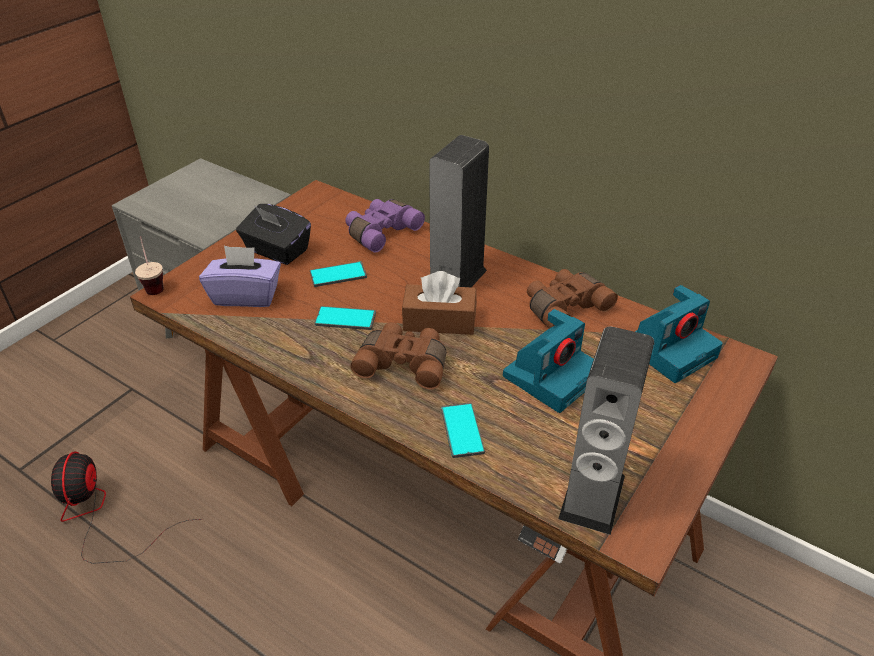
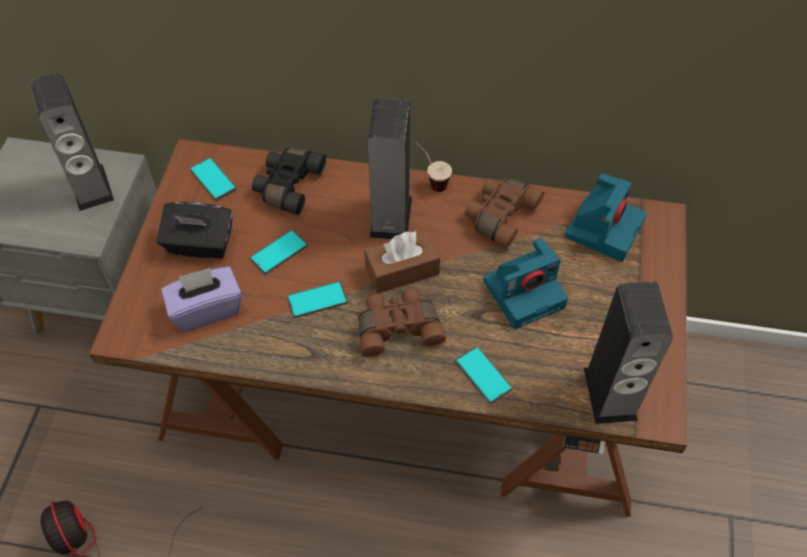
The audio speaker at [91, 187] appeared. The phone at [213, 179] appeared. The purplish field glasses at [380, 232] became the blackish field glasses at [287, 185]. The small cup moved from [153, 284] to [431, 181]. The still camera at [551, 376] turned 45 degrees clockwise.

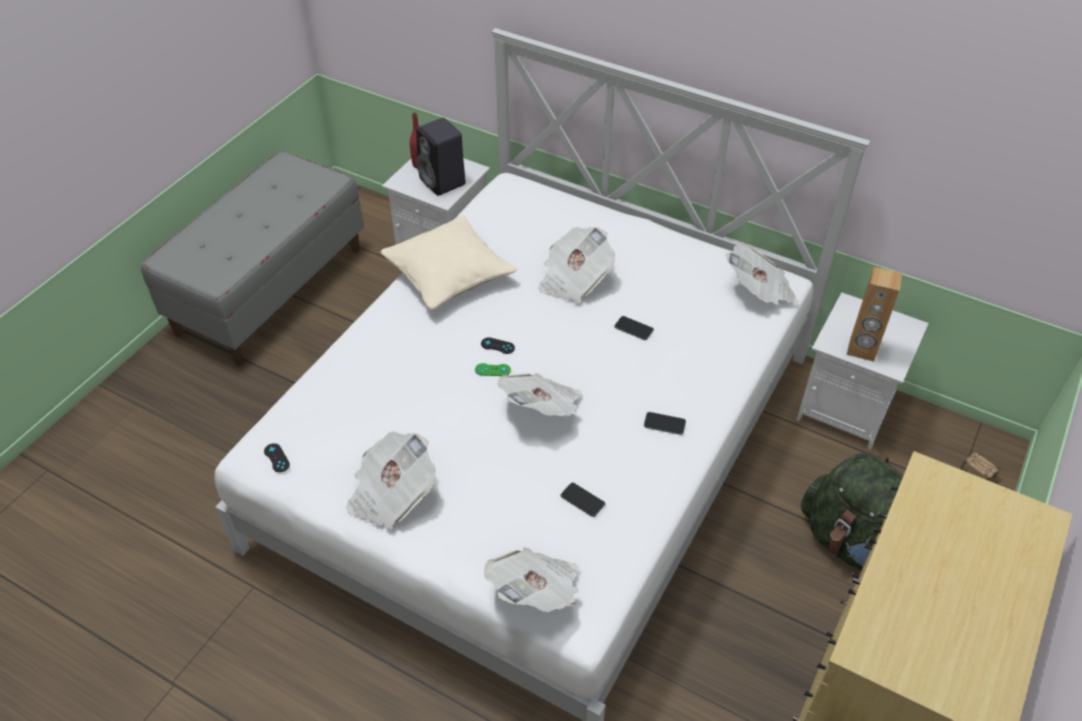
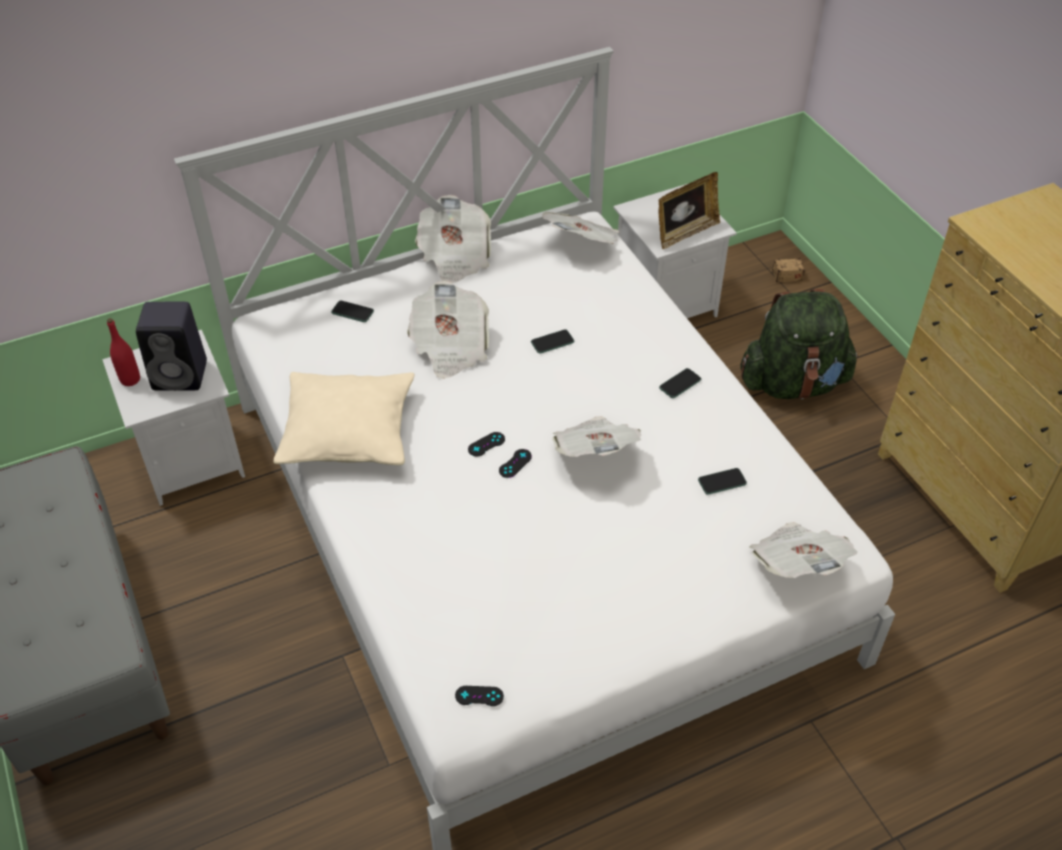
The phone at [352, 312] appeared. The newspaper moved from [391, 494] to [455, 257]. The greenish gamepad at [492, 370] became the blackish gamepad at [515, 463]. The brown audio speaker at [862, 350] was replaced by the photo frame at [685, 233].

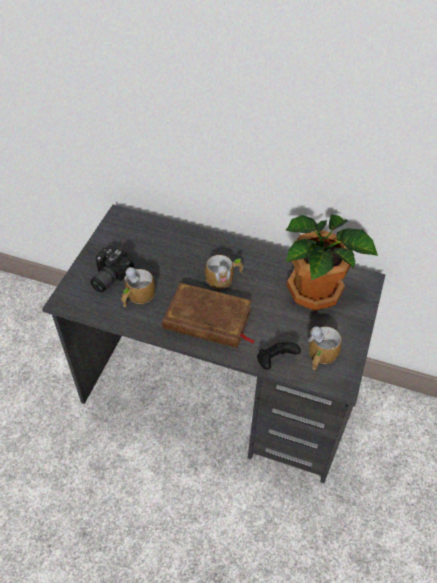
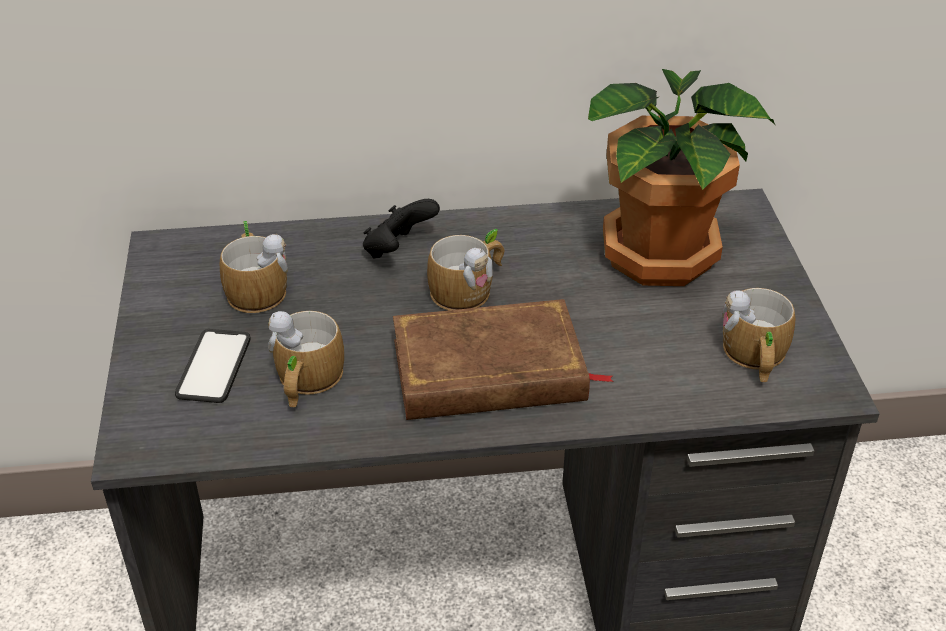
The still camera at [108, 277] was replaced by the phone at [214, 367]. The mug at [257, 287] appeared. The blackish gamepad moved from [275, 361] to [398, 250].

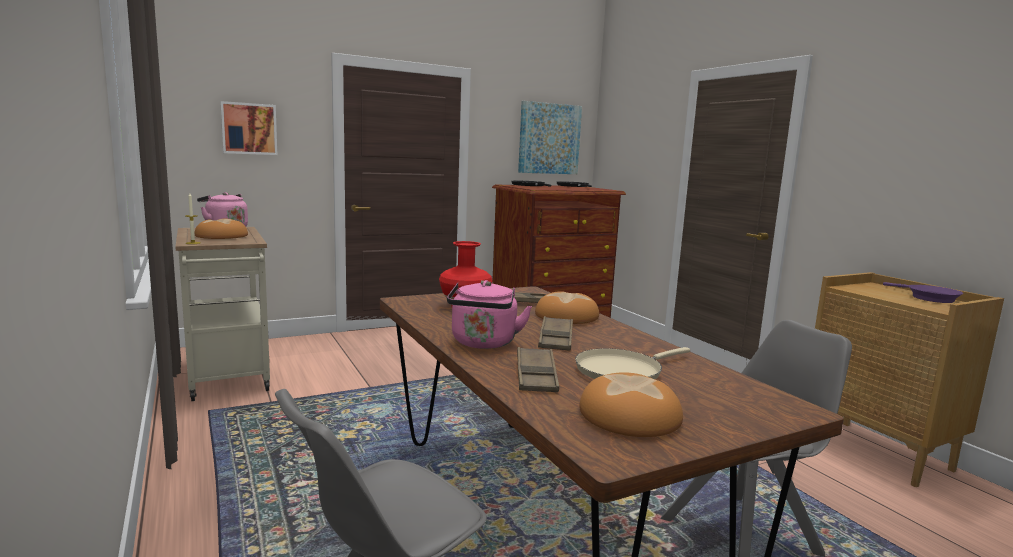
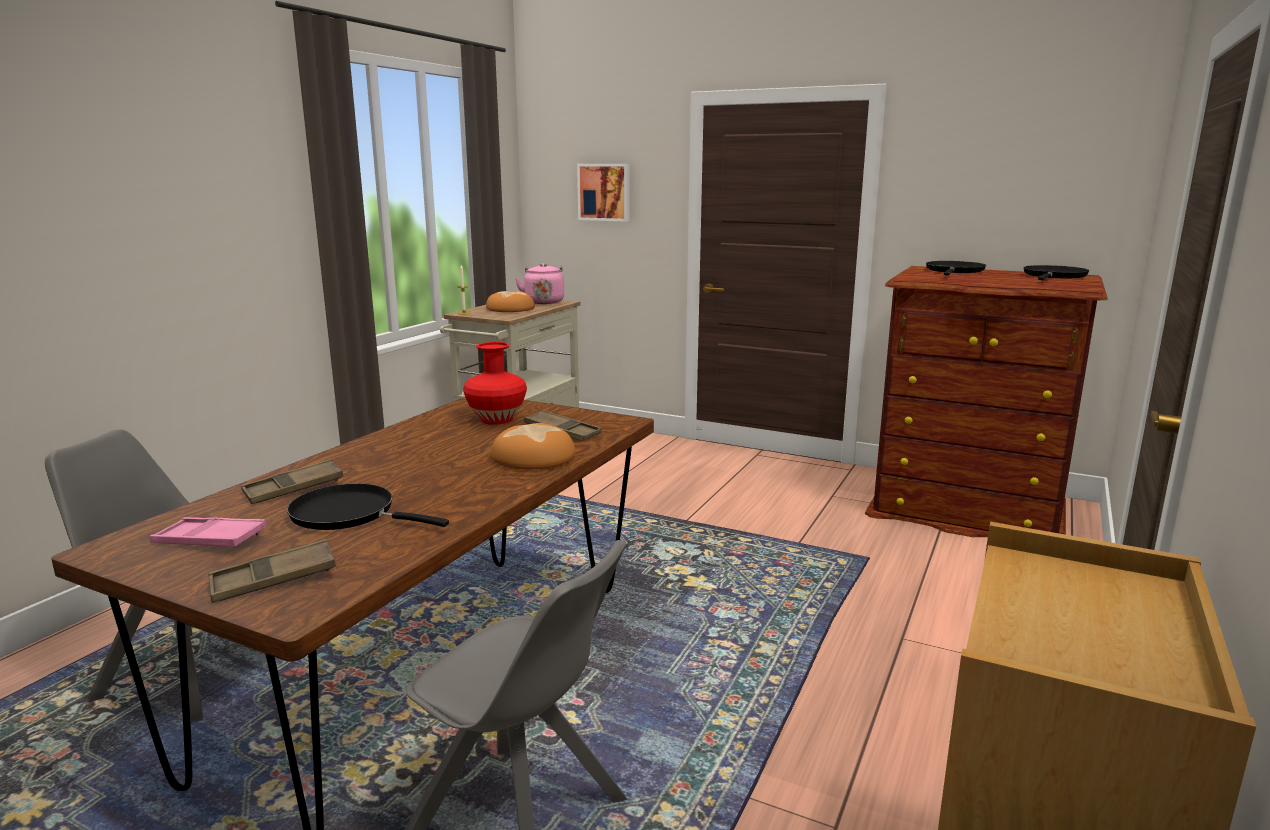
The bread at [630, 416] was replaced by the pinkish carrying tray at [210, 540]. The brown carrying tray moved from [556, 339] to [274, 579]. The sand-coloured skillet at [622, 370] became the blackish skillet at [349, 514]. The pinkish water kettle at [483, 343] disappeared. The picture at [549, 139] disappeared. The purplish skillet at [928, 298] disappeared.

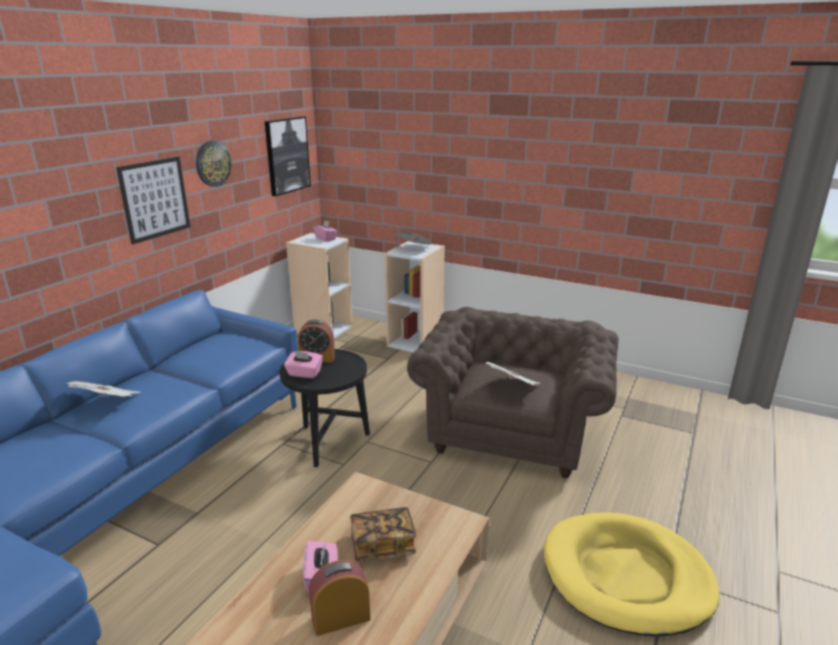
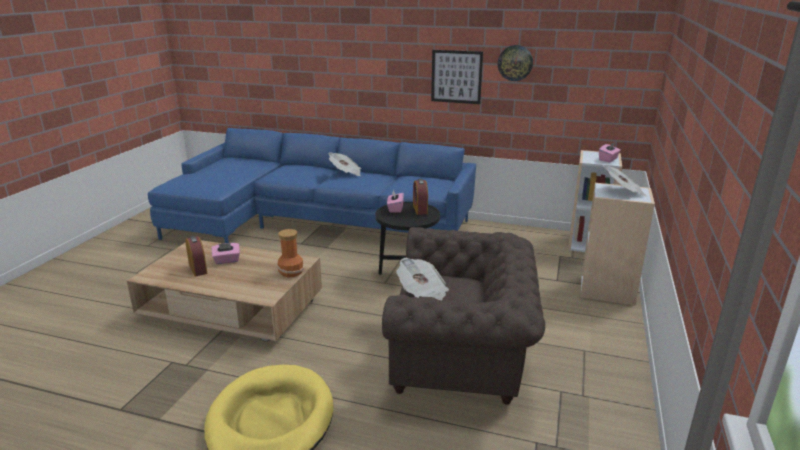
The flower vase at [290, 272] appeared. The picture at [287, 155] disappeared. The book at [382, 545] disappeared.

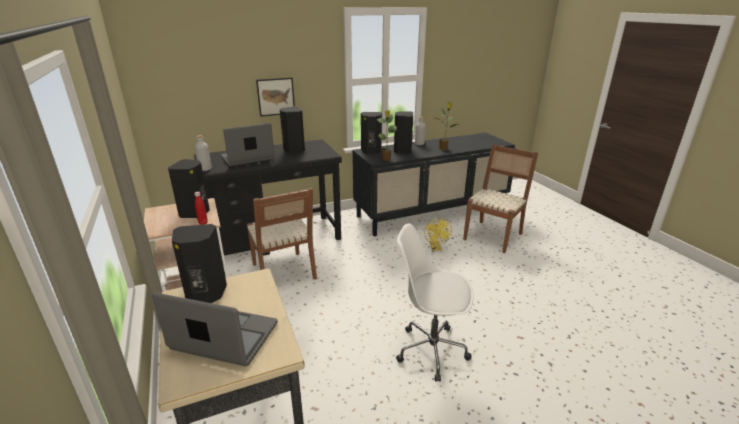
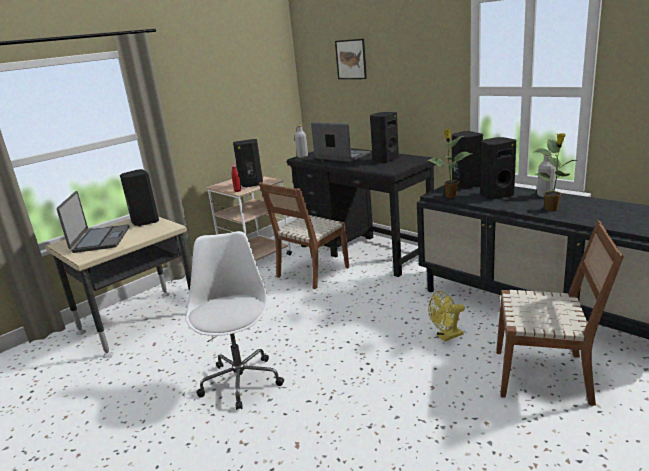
The picture moved from [276, 96] to [351, 59].

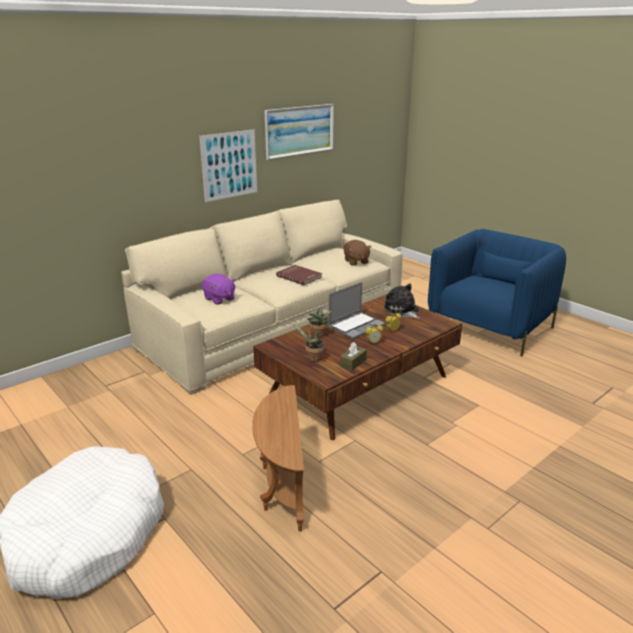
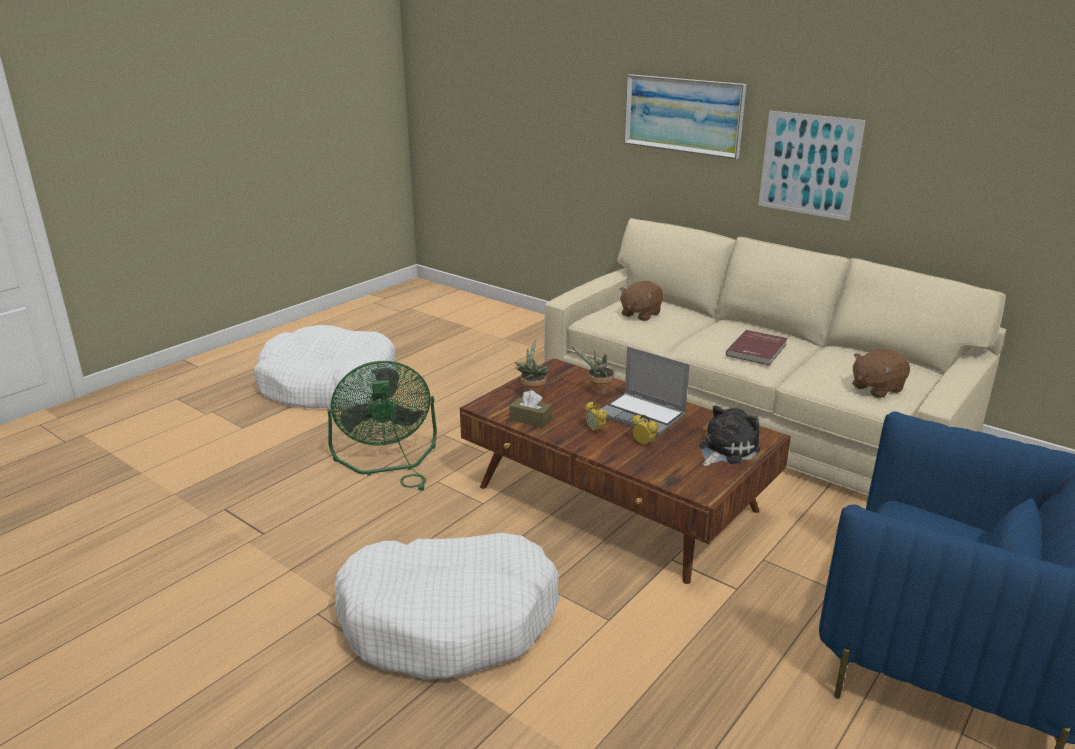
The brown accent table at [282, 487] was replaced by the greenish fan at [391, 463]. The whitish pet bed at [450, 619] appeared. The purplish cuddly toy at [219, 299] became the brown cuddly toy at [640, 314]. The picture moved from [299, 130] to [683, 115].

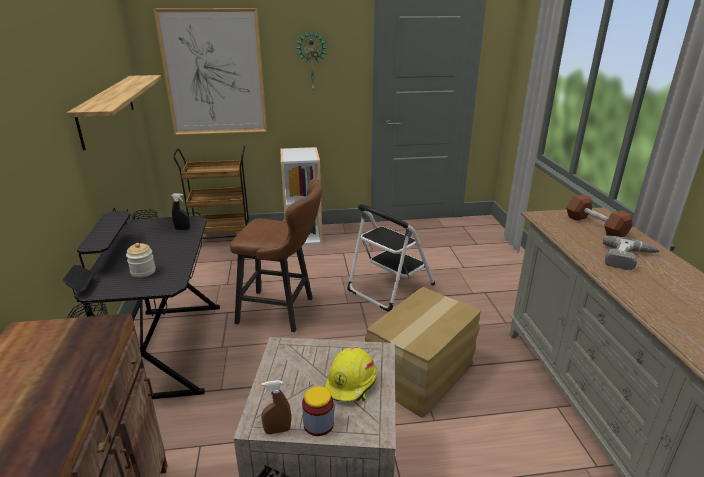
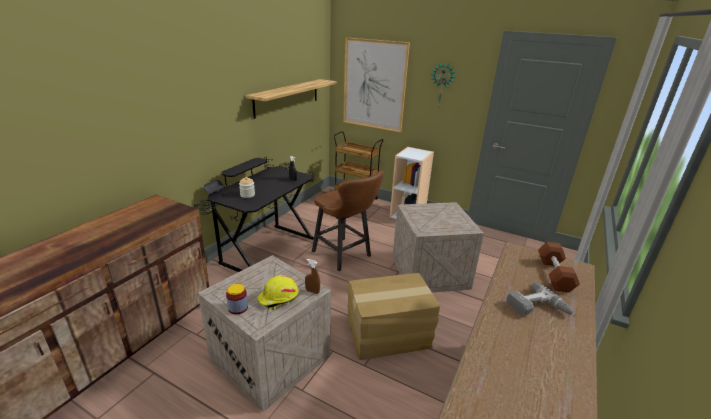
The brown sprayer moved from [277, 430] to [312, 291]. The stepladder at [389, 288] was replaced by the packing crate at [428, 271].

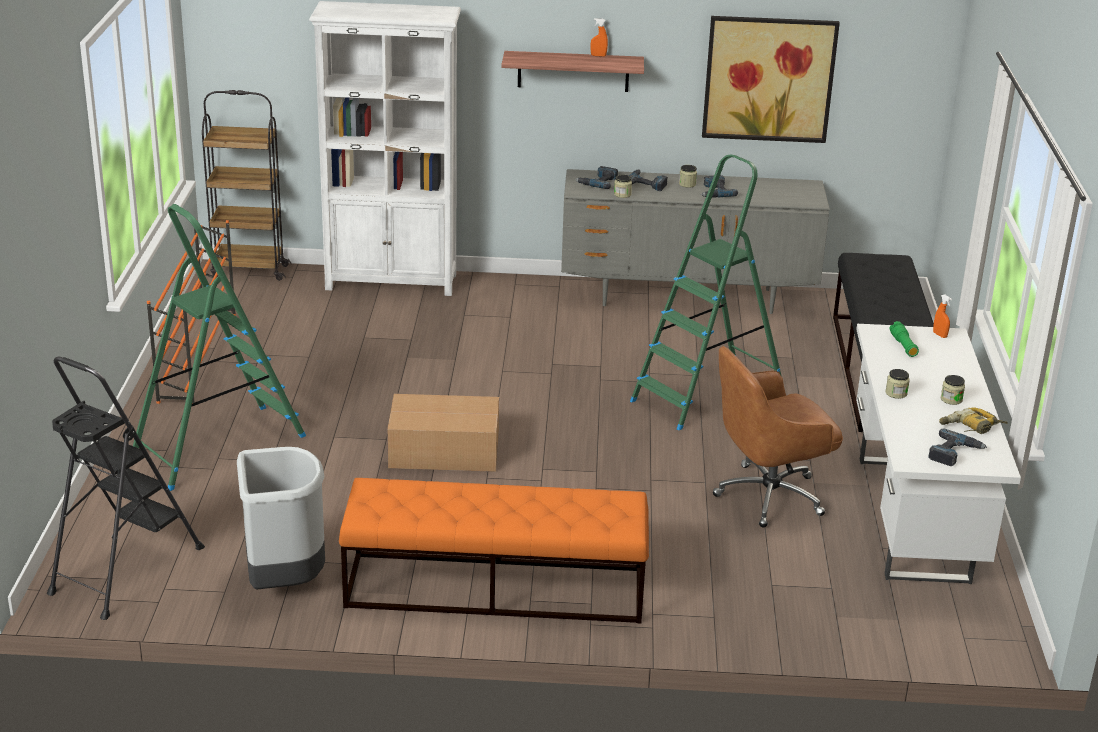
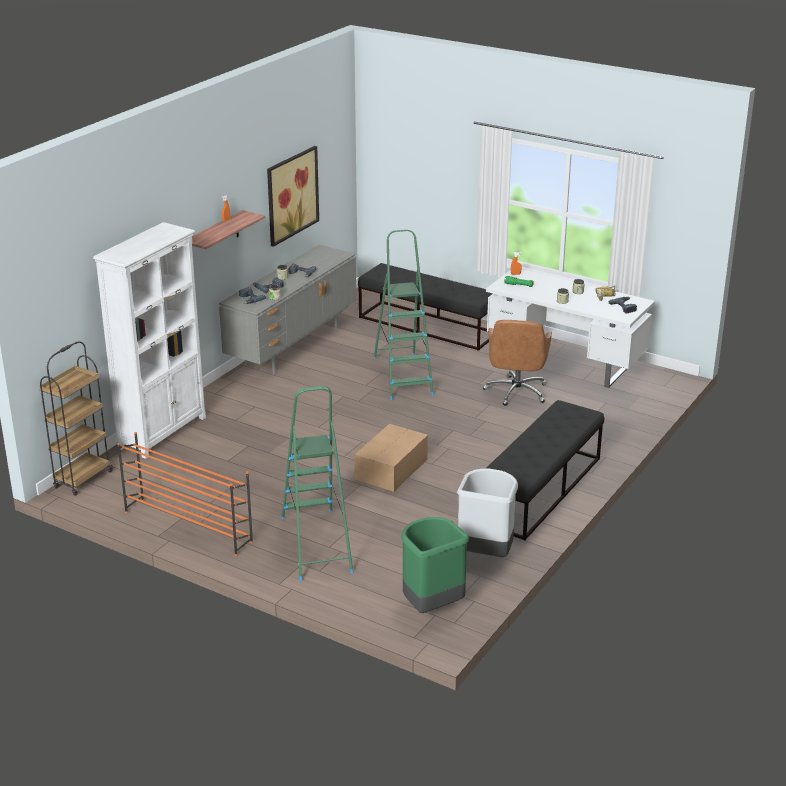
The stepladder at [125, 570] was replaced by the greenish trash can at [431, 606]. The orangey long seat at [494, 588] became the blackish long seat at [540, 490].

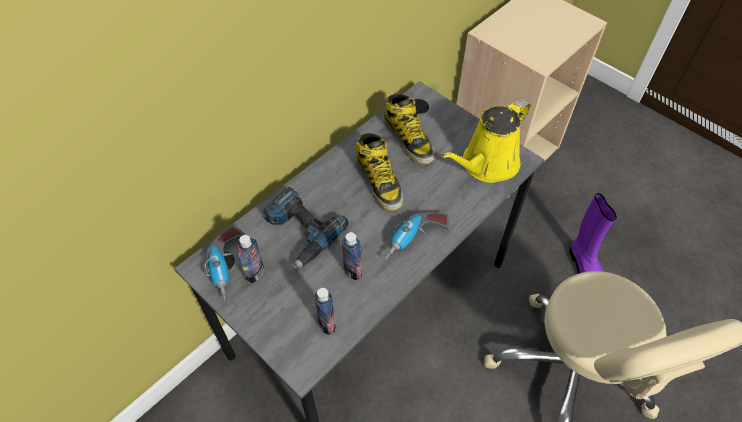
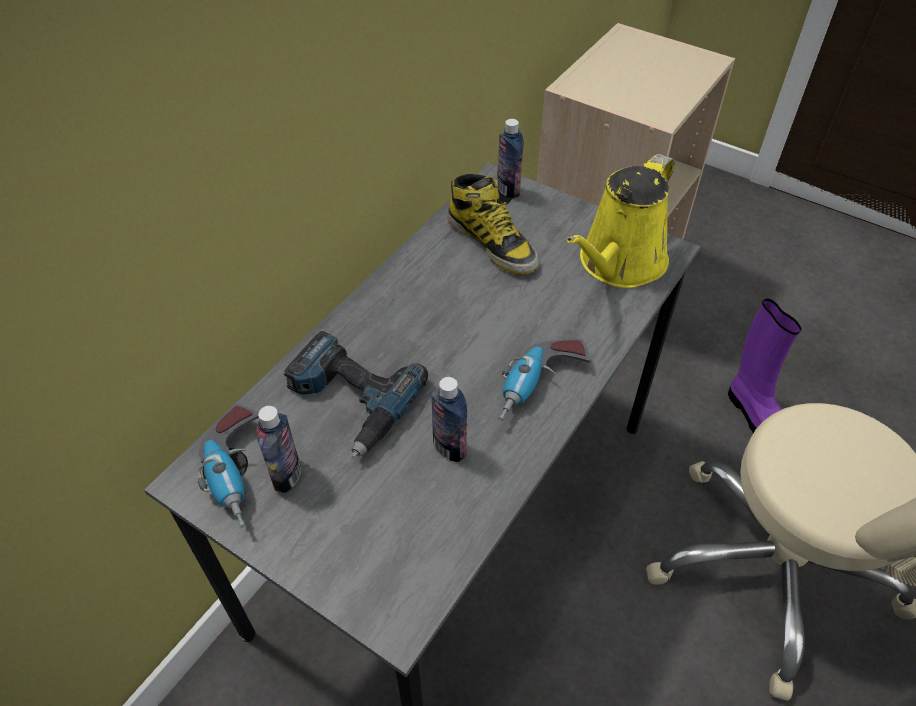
The drink bottle moved from [327, 323] to [508, 190]. The high-top boot at [379, 181] disappeared.

